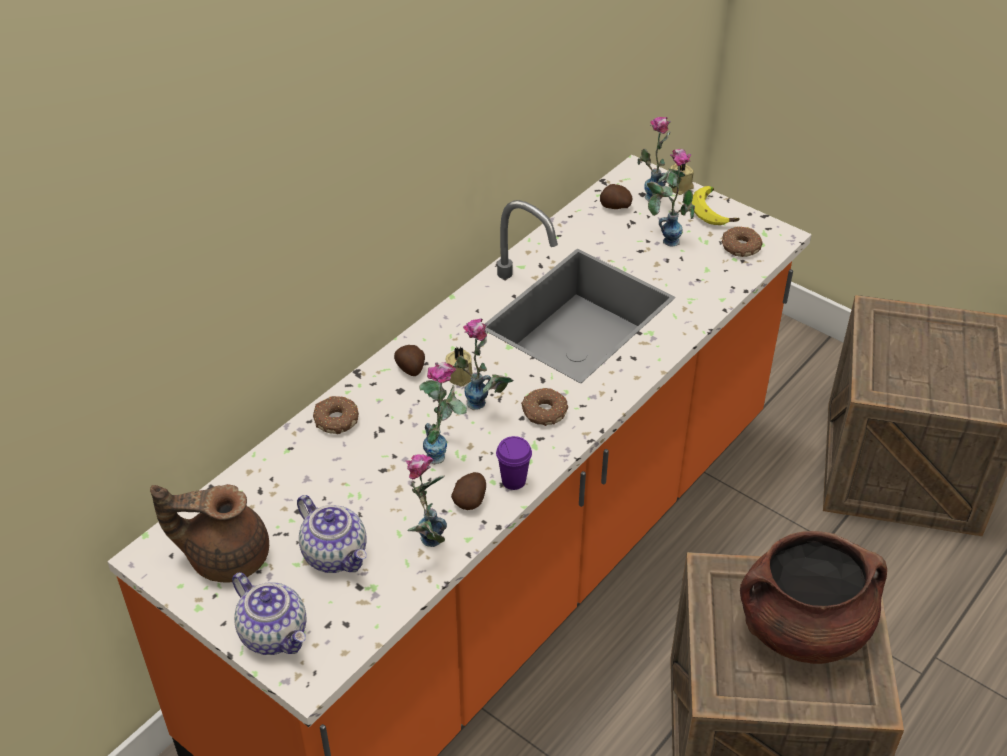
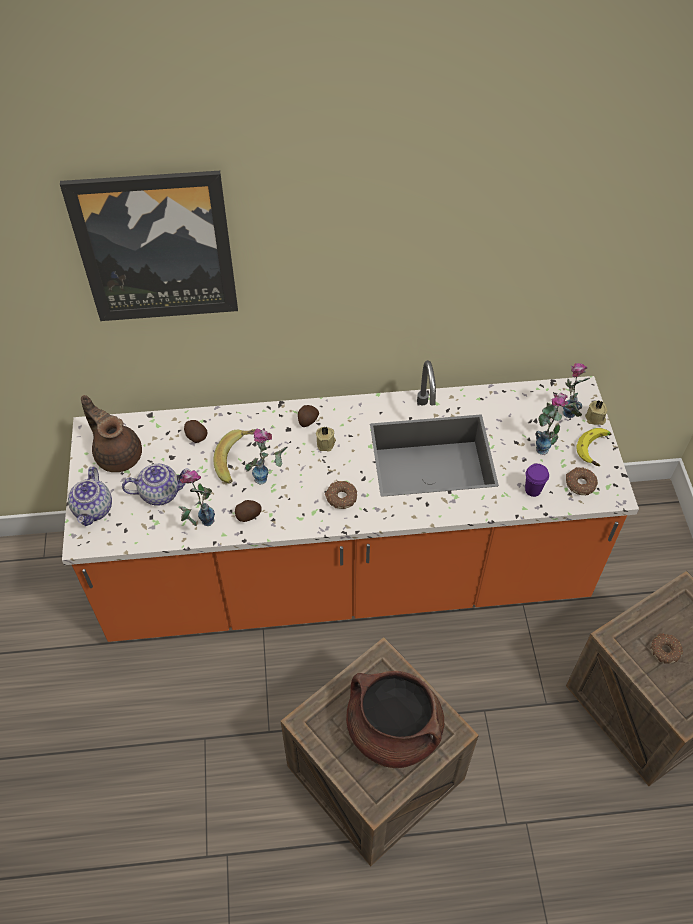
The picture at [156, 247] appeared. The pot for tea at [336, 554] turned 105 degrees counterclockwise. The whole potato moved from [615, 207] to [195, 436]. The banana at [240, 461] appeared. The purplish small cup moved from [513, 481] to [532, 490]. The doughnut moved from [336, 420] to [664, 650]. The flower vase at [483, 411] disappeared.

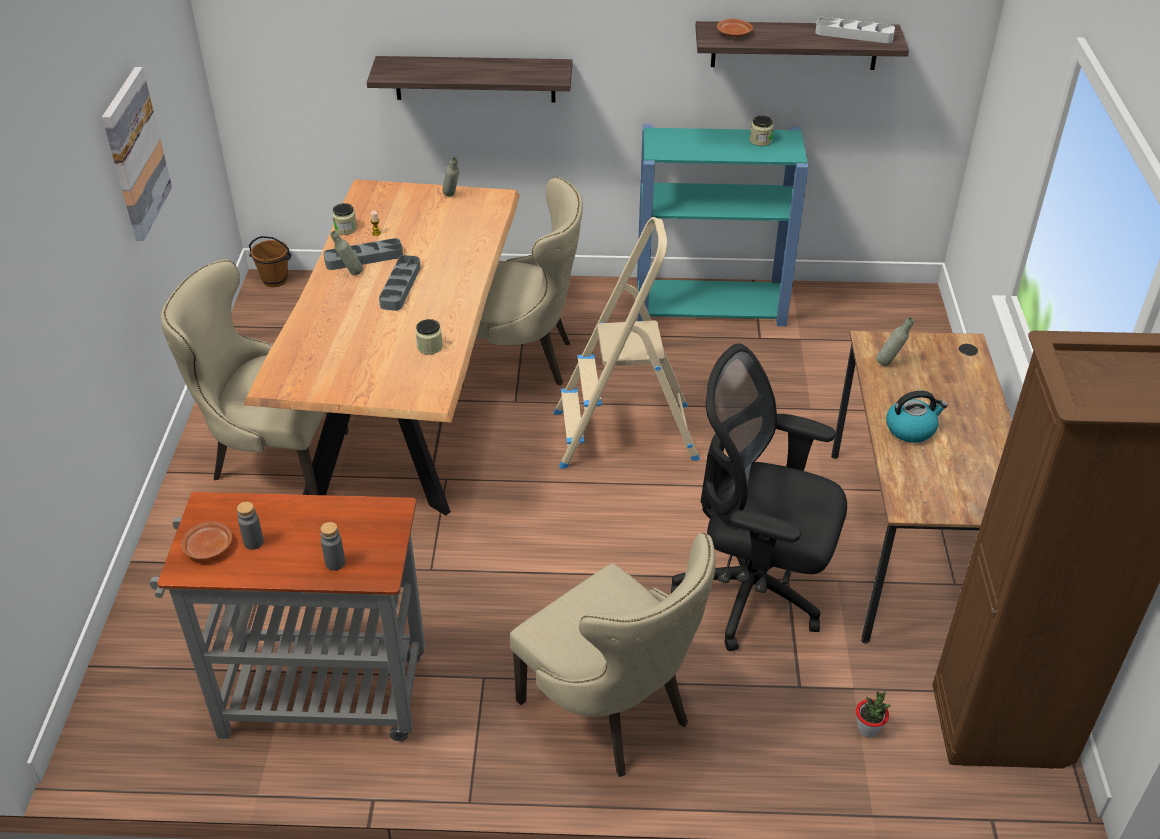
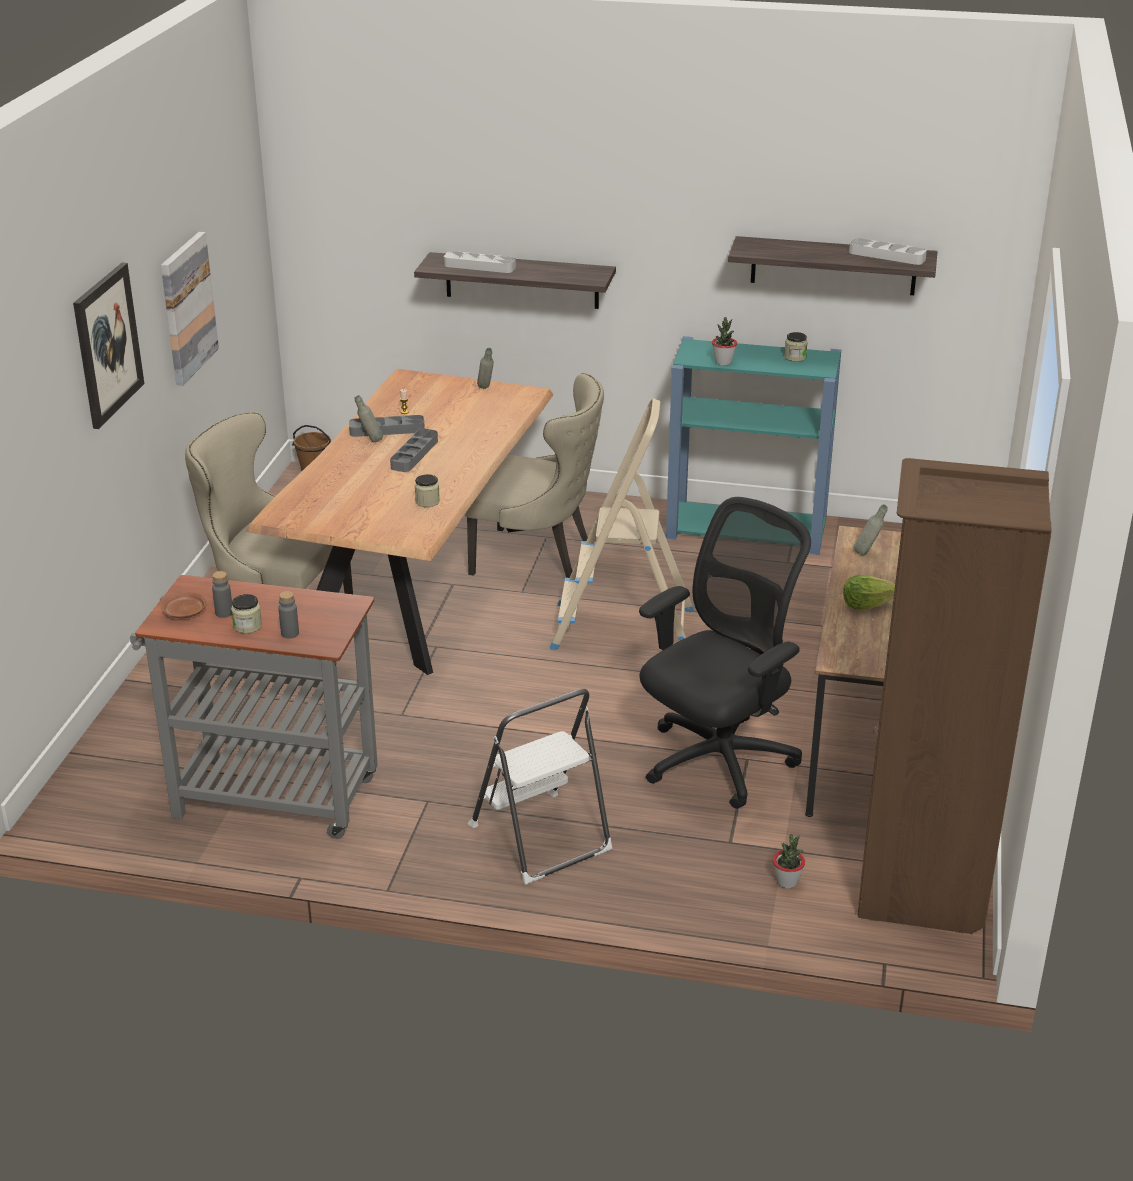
The picture at [107, 345] appeared. The storage jar moved from [345, 229] to [247, 626]. The greyish carrying tray at [479, 266] appeared. The sand-coloured chair at [612, 711] was replaced by the whitish stepladder at [542, 840]. The blackish computer chair at [758, 592] turned 105 degrees clockwise. The houseplant at [723, 362] appeared. The water kettle at [911, 429] was replaced by the lettuce at [867, 604]. The brown dinner plate at [734, 34] disappeared.

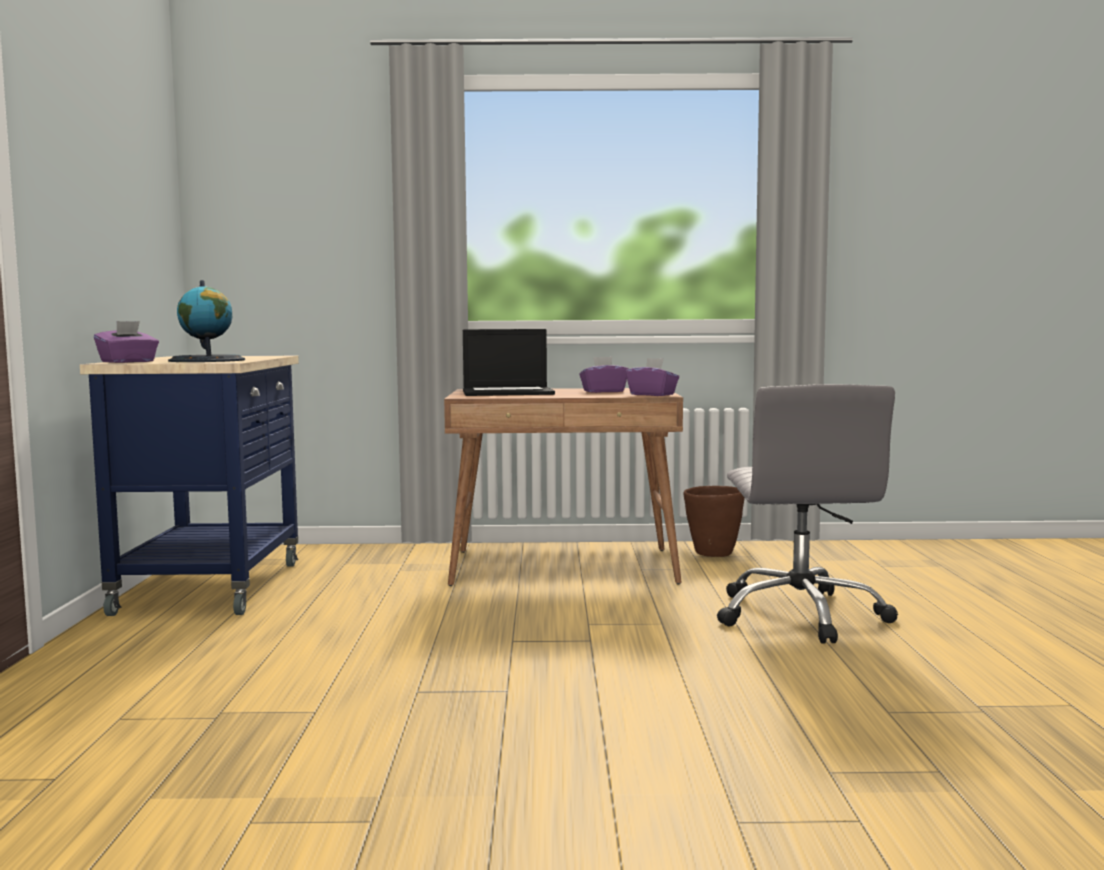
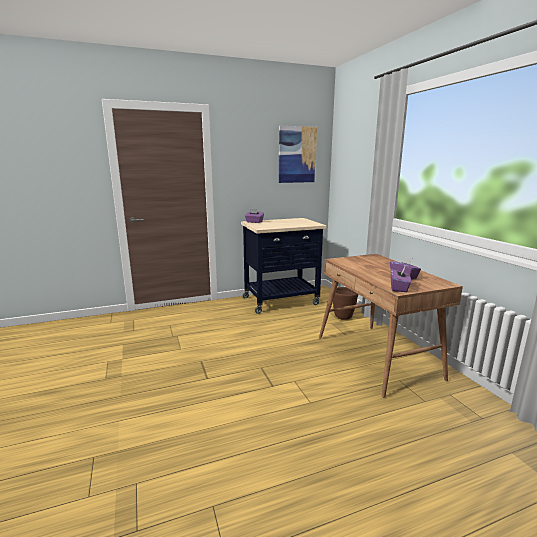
The picture at [297, 155] appeared. The brown planter moved from [713, 554] to [343, 316]. The globe at [207, 360] disappeared. The portable computer at [508, 392] disappeared. The greyish computer chair at [801, 615] disappeared.

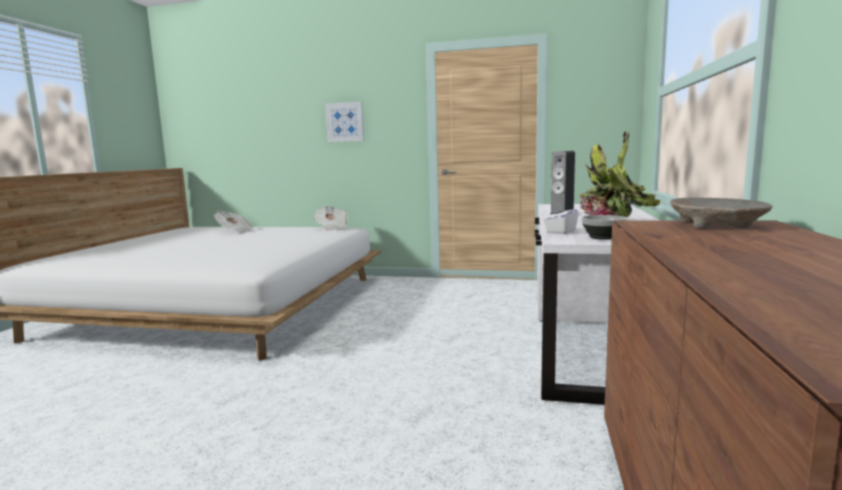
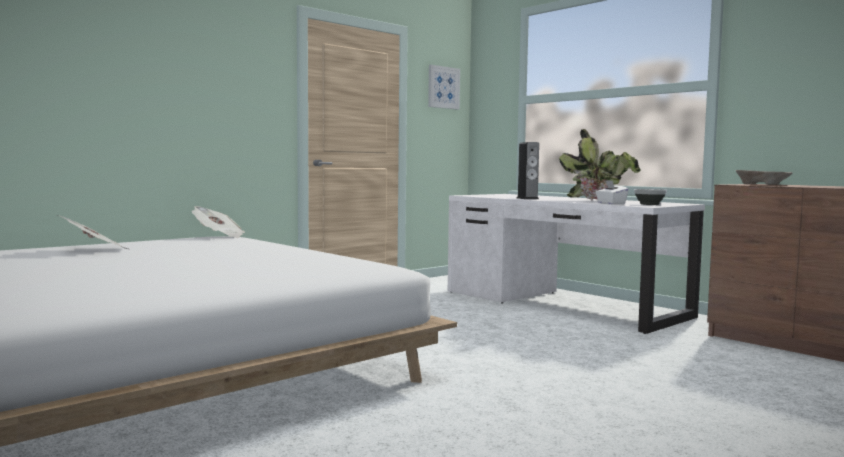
The picture moved from [345, 122] to [443, 87].

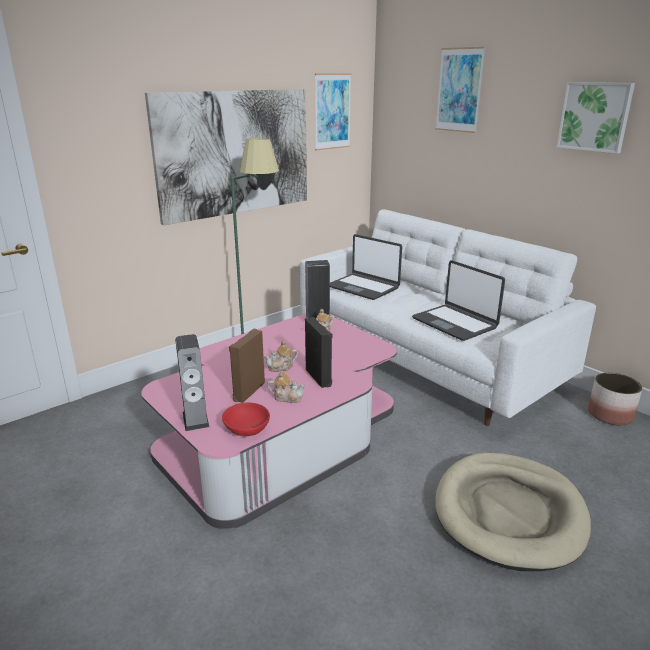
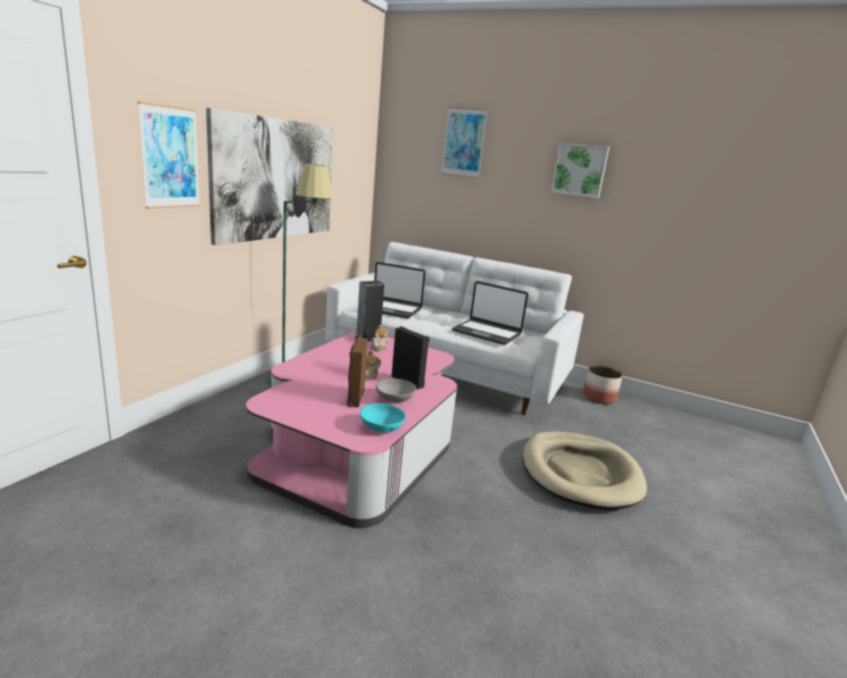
The picture moved from [332, 111] to [170, 157]. The red-coloured bowl at [247, 429] became the turquoise bowl at [382, 428]. The pot for tea at [287, 397] was replaced by the greyish bowl at [394, 399]. The audio speaker at [195, 419] disappeared.

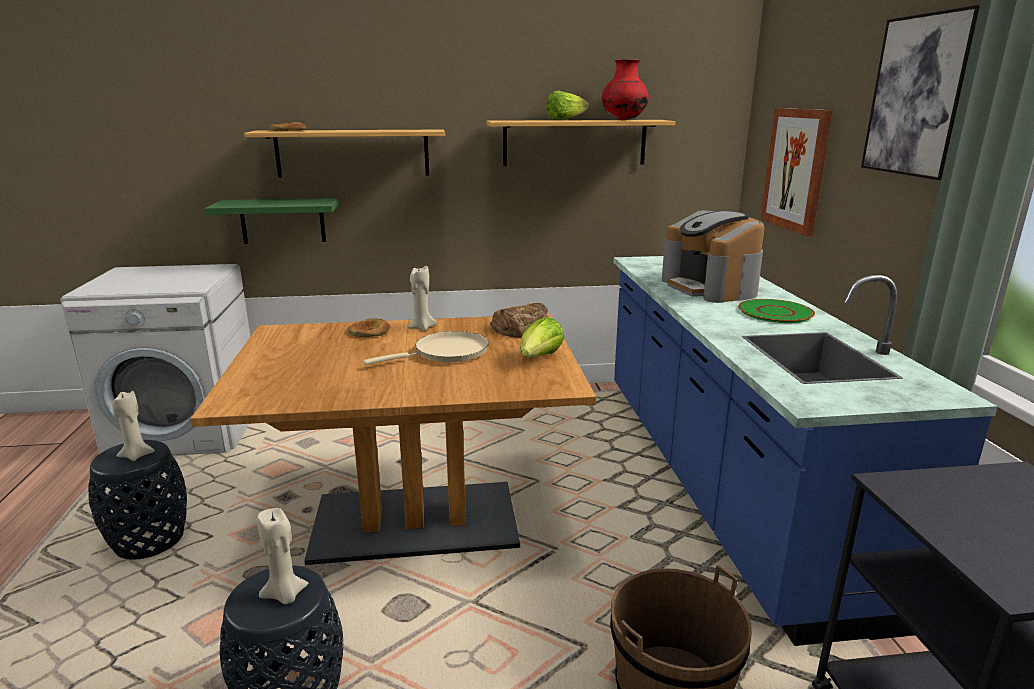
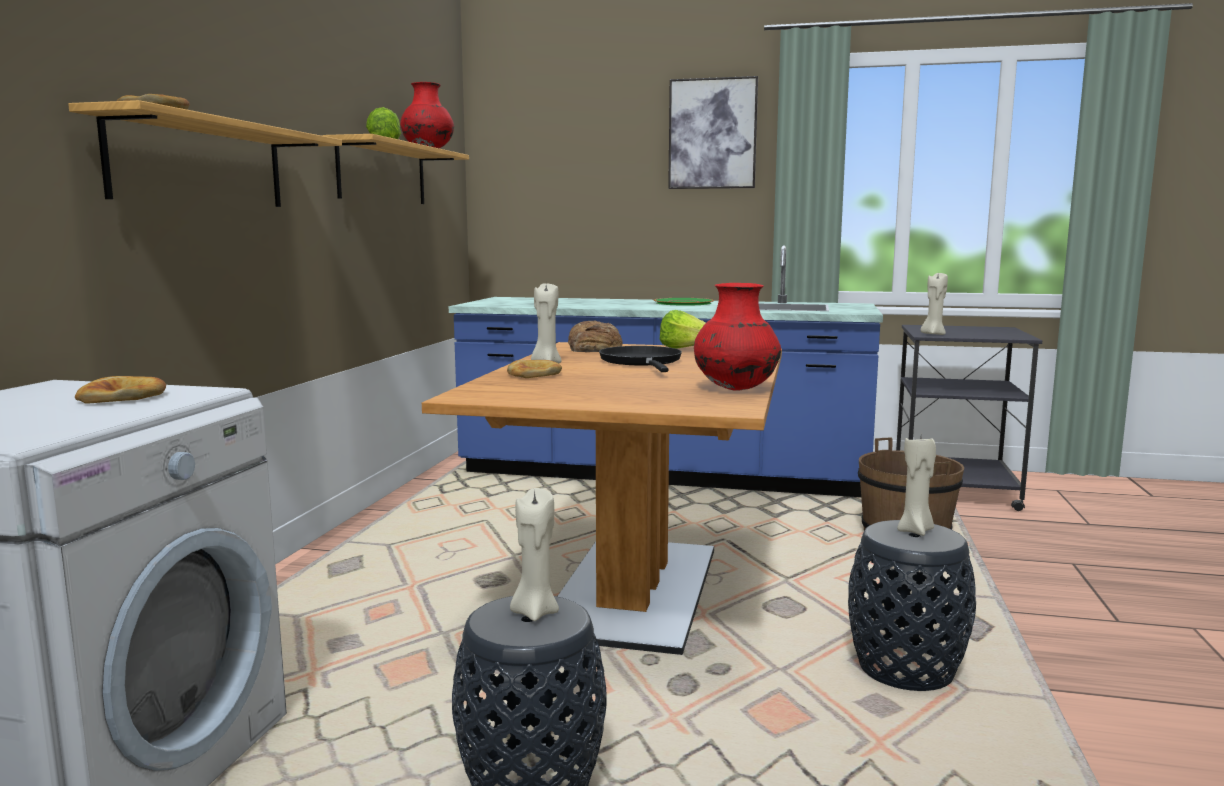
The bread at [123, 397] appeared. The sand-coloured skillet at [446, 353] became the blackish skillet at [642, 362]. The red-coloured flower vase at [735, 389] appeared. The sand-coloured wax light at [933, 334] appeared. The greenish shelf at [283, 221] disappeared. The coffee machine at [710, 287] disappeared. The picture at [796, 169] disappeared.

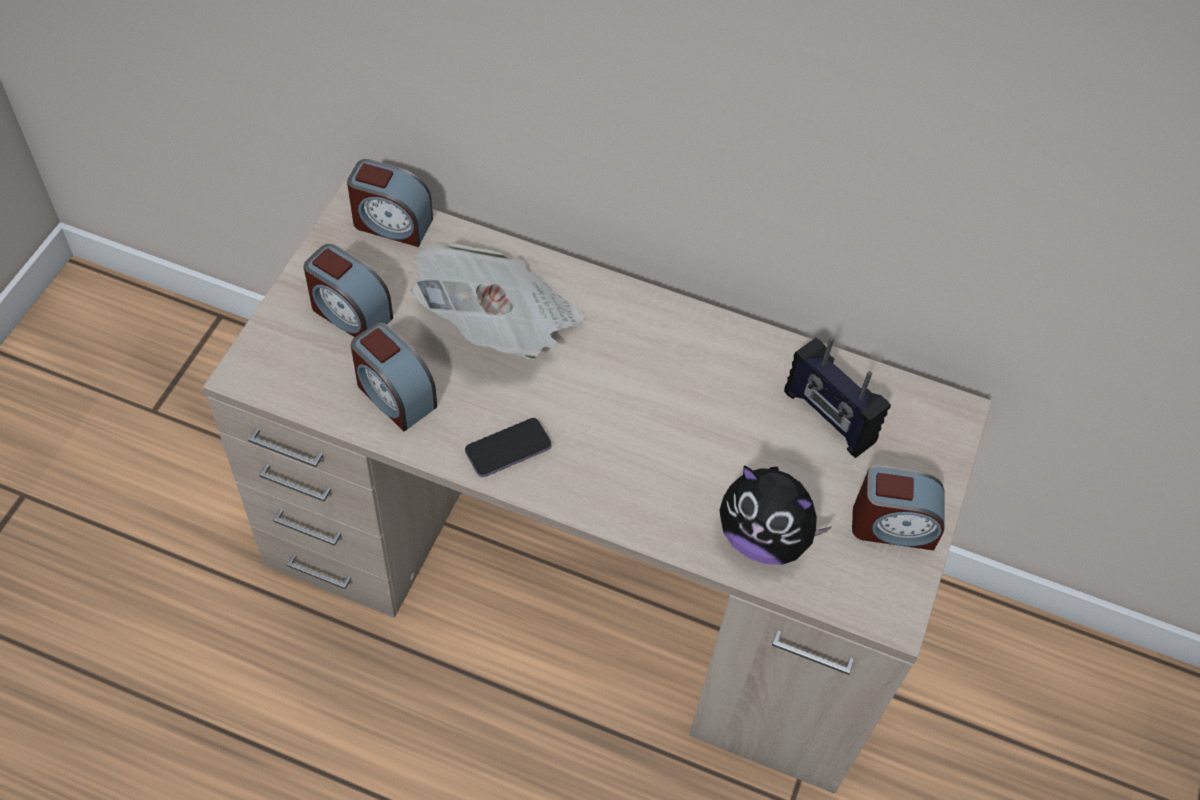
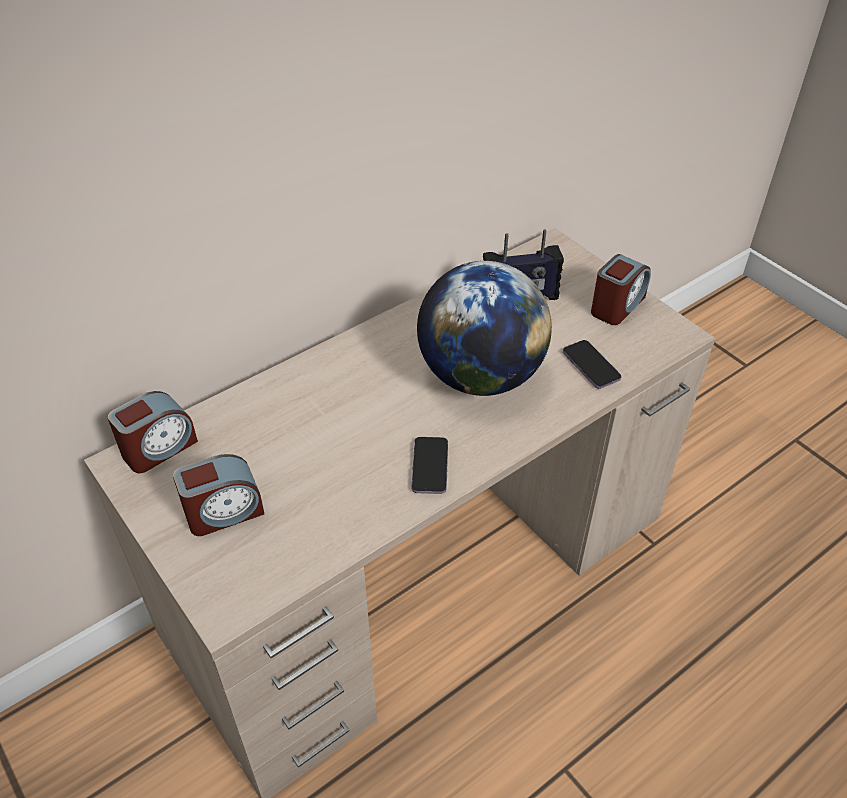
The globe at [480, 376] appeared. The cuddly toy at [763, 538] was replaced by the phone at [591, 366]. The alarm clock at [394, 395] disappeared. The newspaper at [500, 325] disappeared.

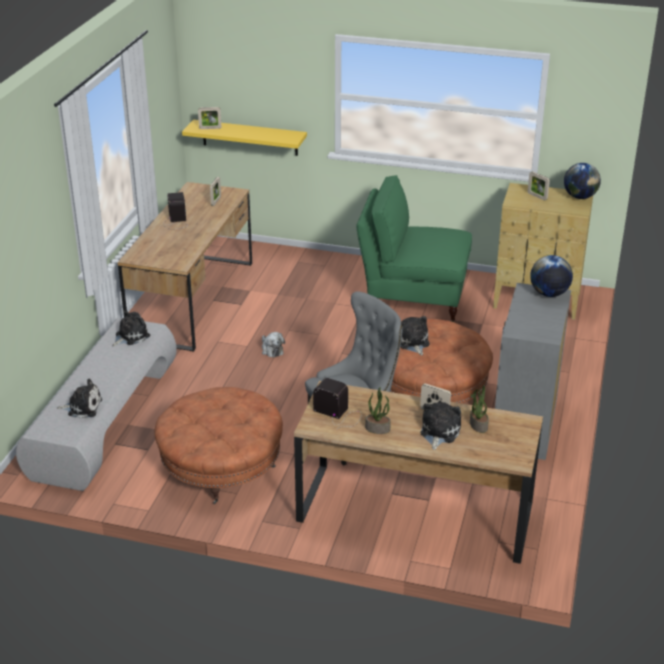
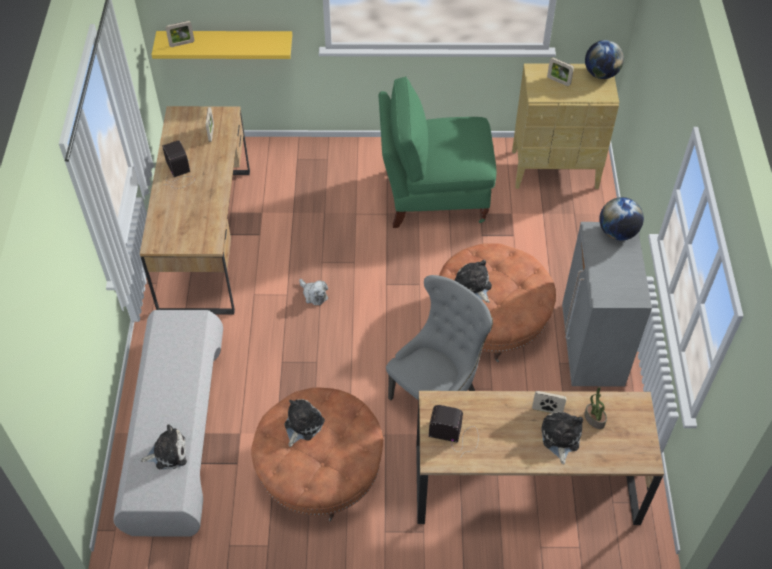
The cuddly toy moved from [130, 336] to [302, 425]. The houseplant at [378, 428] disappeared.

